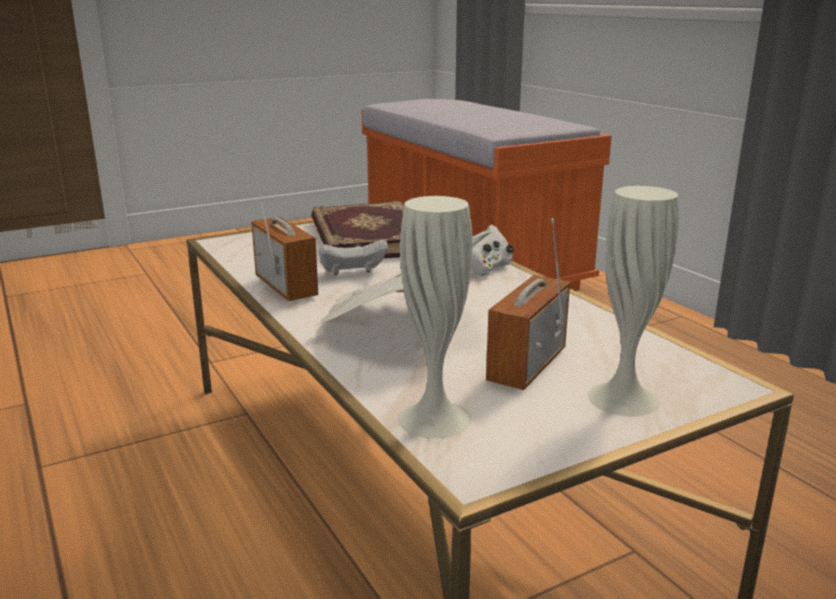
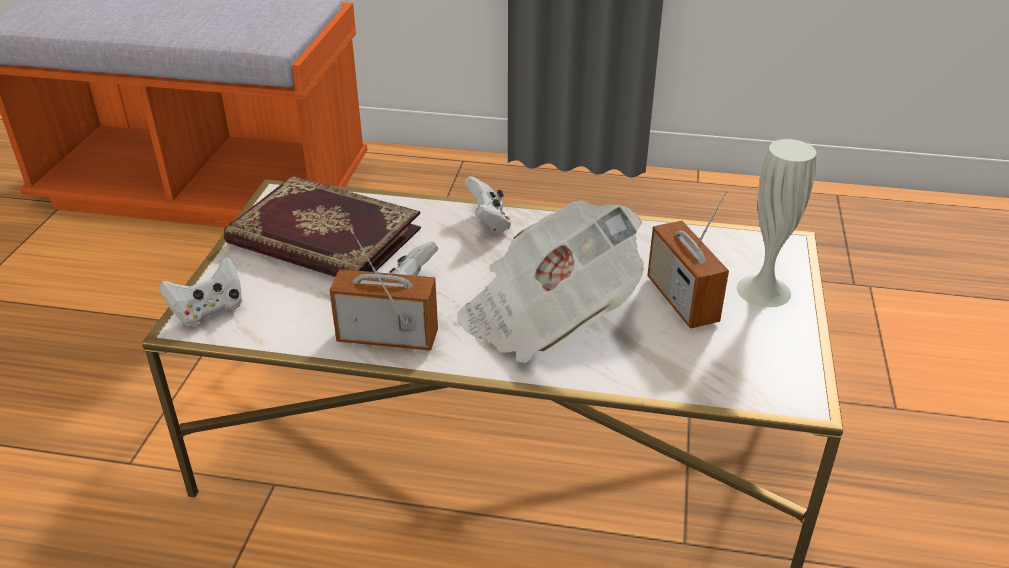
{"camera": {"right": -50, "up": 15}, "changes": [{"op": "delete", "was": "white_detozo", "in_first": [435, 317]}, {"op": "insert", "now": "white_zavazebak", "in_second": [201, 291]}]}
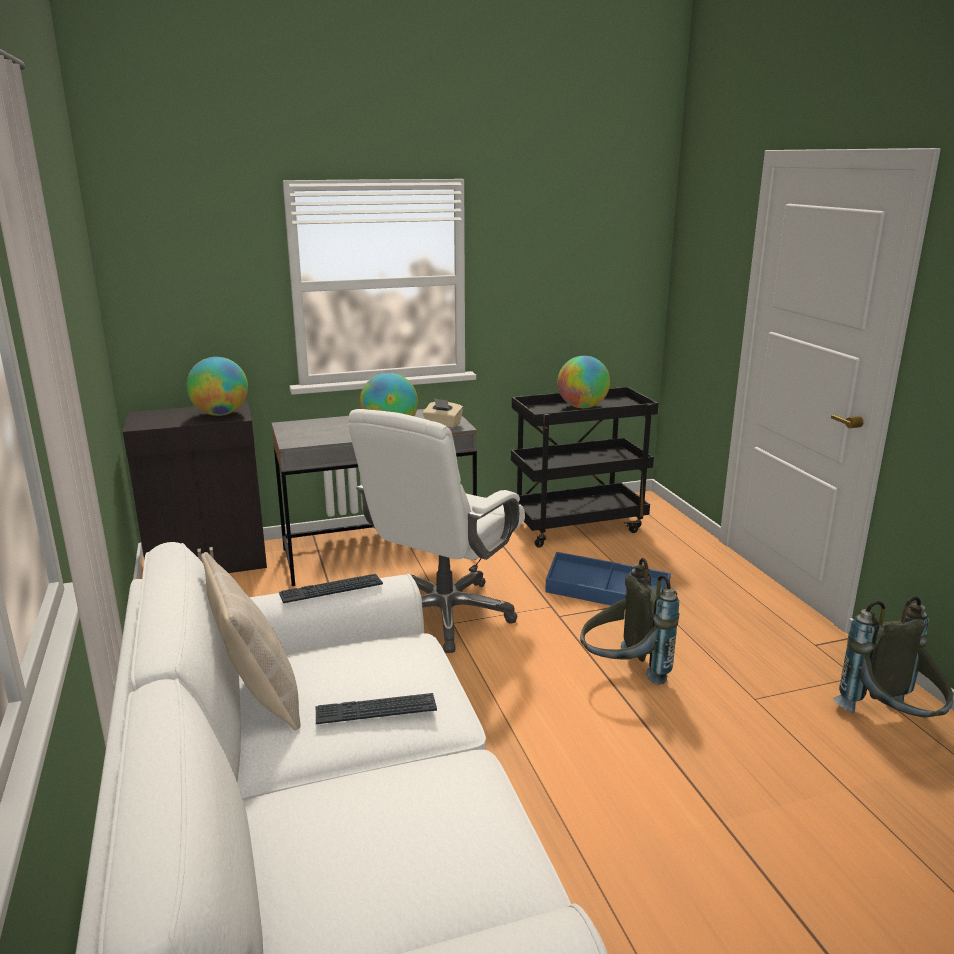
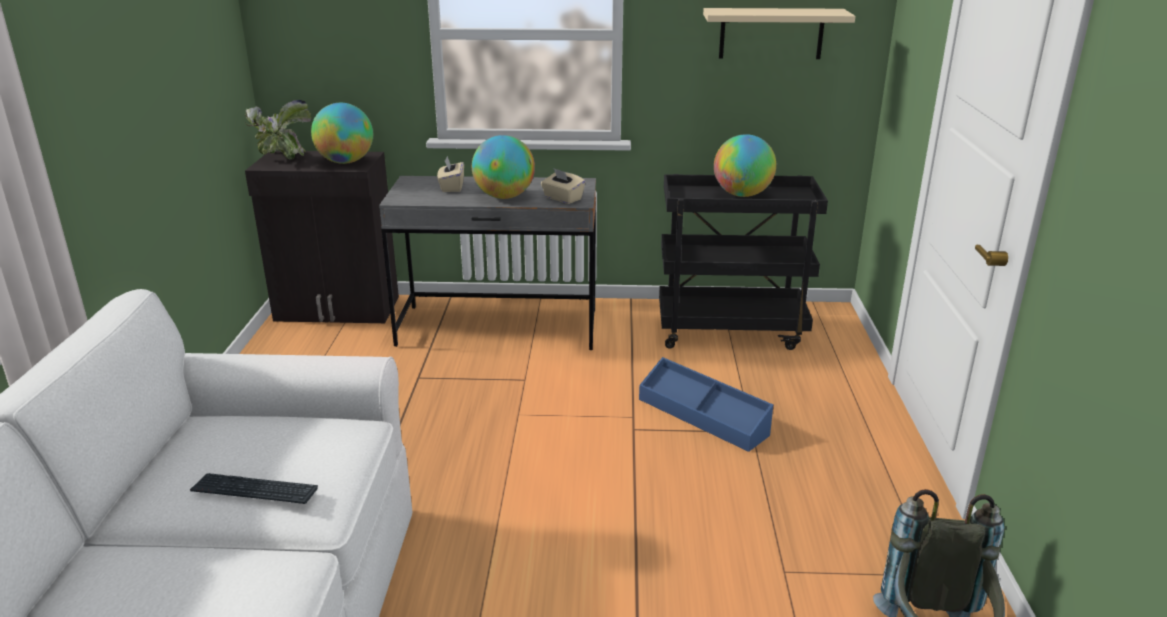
{"camera": {"right": 20, "up": 5}, "changes": [{"op": "delete", "was": "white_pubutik", "in_first": [436, 531]}, {"op": "delete", "was": "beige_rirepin", "in_first": [251, 641]}, {"op": "delete", "was": "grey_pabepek", "in_first": [629, 621]}, {"op": "delete", "was": "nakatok", "in_first": [331, 588]}, {"op": "insert", "now": "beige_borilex", "in_second": [779, 33]}, {"op": "insert", "now": "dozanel", "in_second": [278, 129]}, {"op": "insert", "now": "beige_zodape", "in_second": [450, 174]}]}
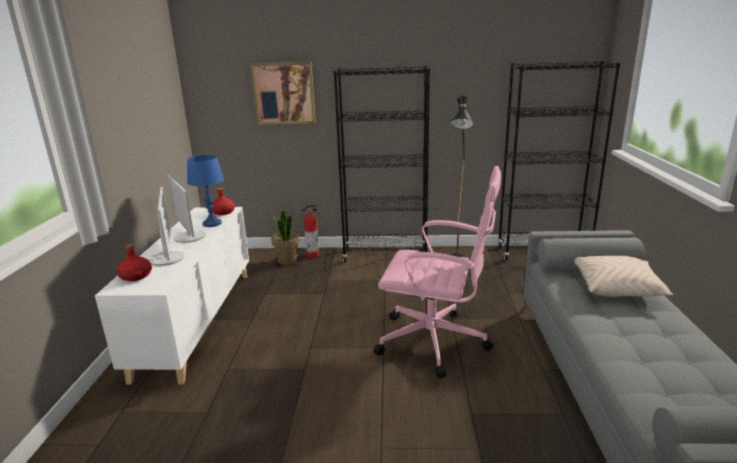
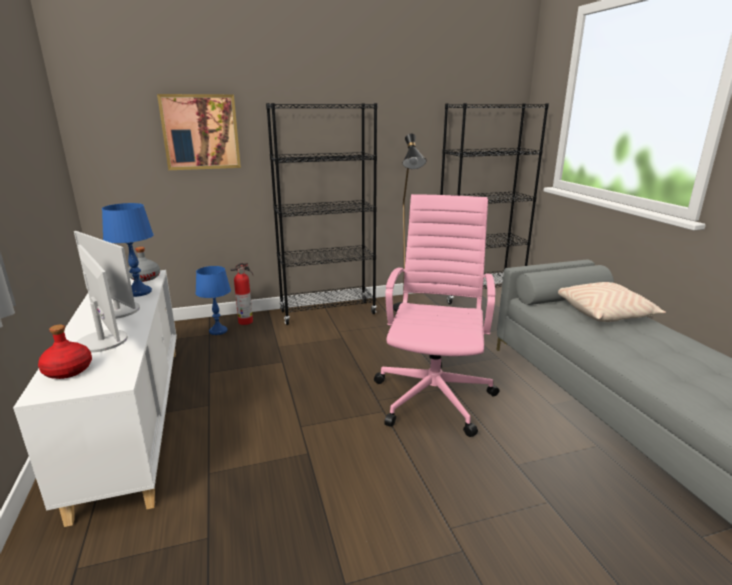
{"camera": {"right": -20, "up": 0}, "changes": [{"op": "rotate", "was": "pink_pubutik", "in_first": [437, 272], "in_second": [436, 315], "clockwise": -75}, {"op": "recolor", "was": "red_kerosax", "now": "grey_kerosax", "in_first": [223, 201], "in_second": [144, 264]}, {"op": "replace", "was": "dozanel", "now": "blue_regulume", "in_first": [286, 237], "in_second": [213, 300]}]}
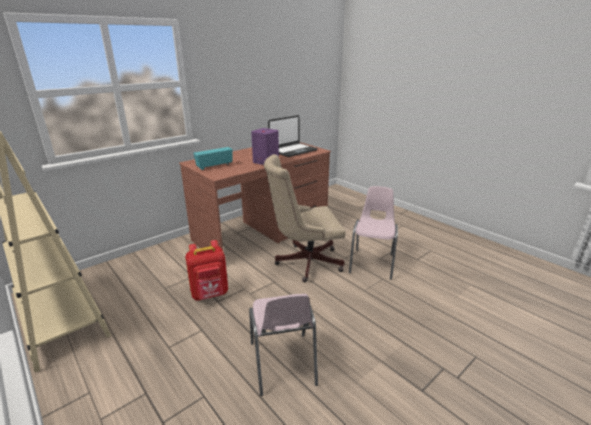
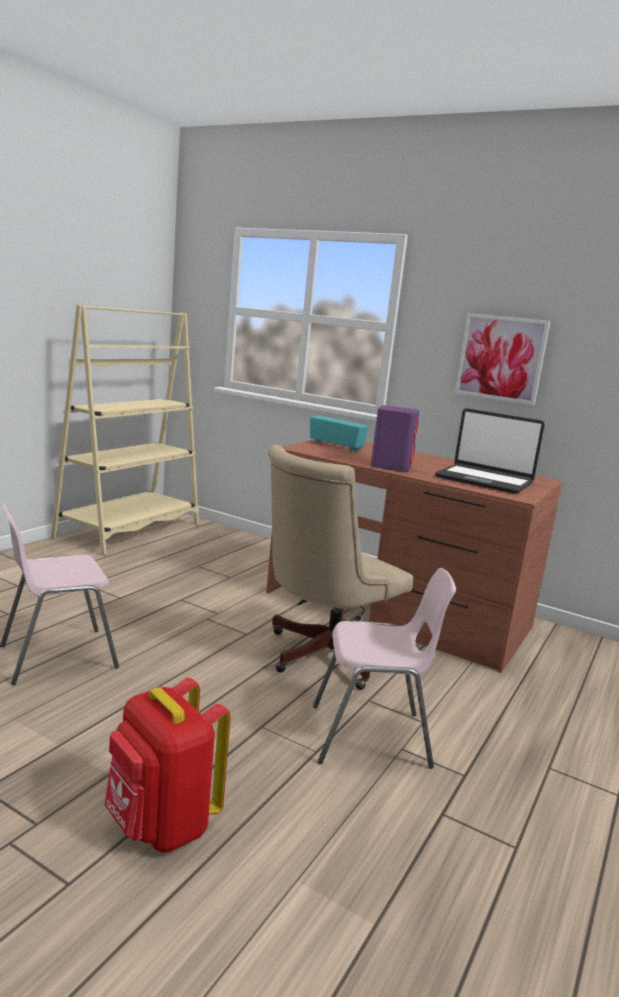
{"camera": {"right": 70, "up": -10}, "changes": [{"op": "rotate", "was": "beige_pubutik", "in_first": [304, 218], "in_second": [340, 567], "clockwise": -105}, {"op": "move", "was": "red_pabepek", "in_first": [206, 270], "in_second": [167, 765]}, {"op": "insert", "now": "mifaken", "in_second": [502, 359]}]}
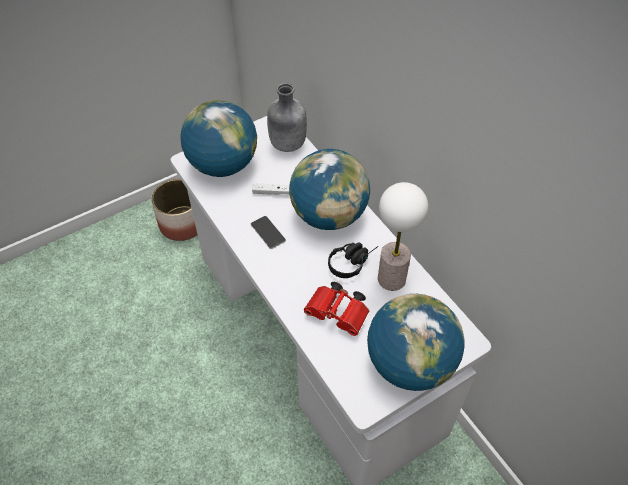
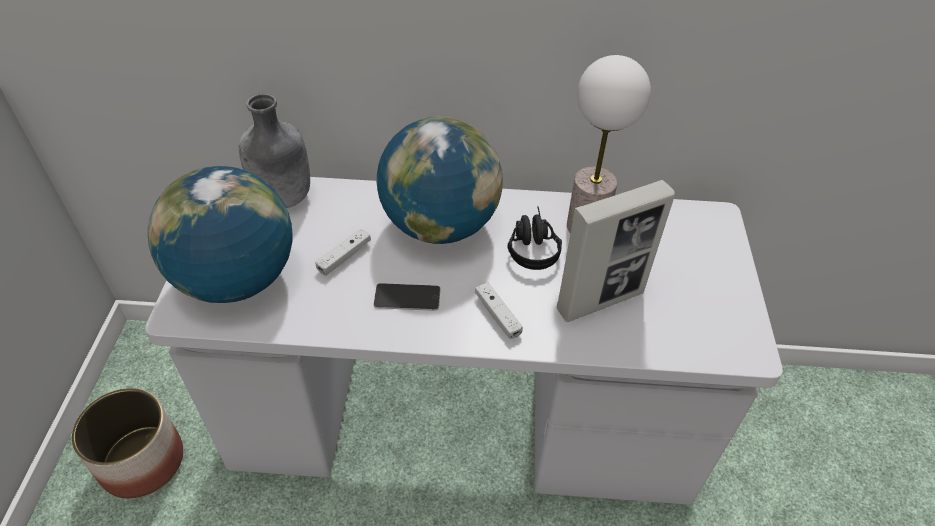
{"camera": {"right": -55, "up": -5}, "changes": [{"op": "replace", "was": "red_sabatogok", "now": "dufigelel", "in_first": [336, 309], "in_second": [616, 251]}, {"op": "delete", "was": "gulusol", "in_first": [416, 342]}, {"op": "insert", "now": "white_zavazebak", "in_second": [499, 310]}]}
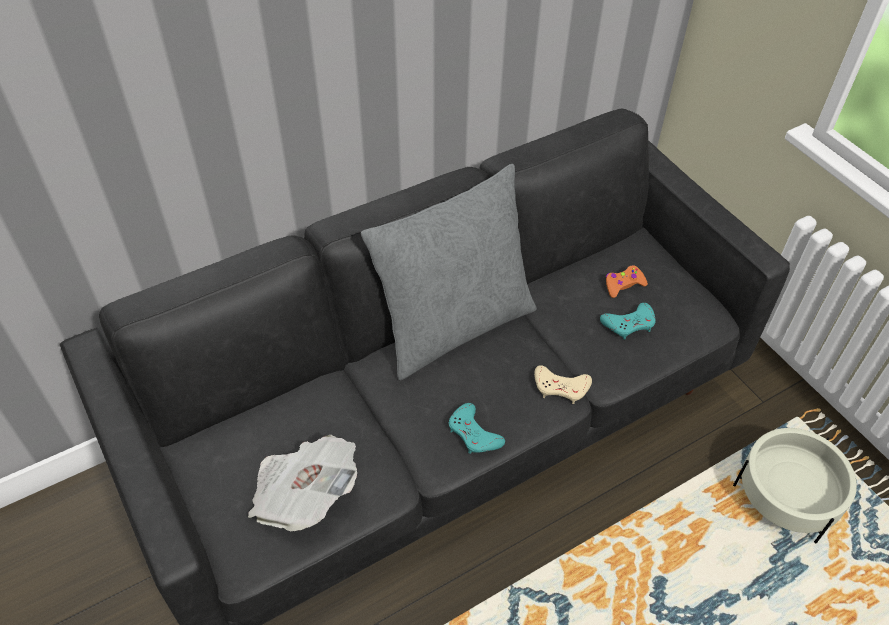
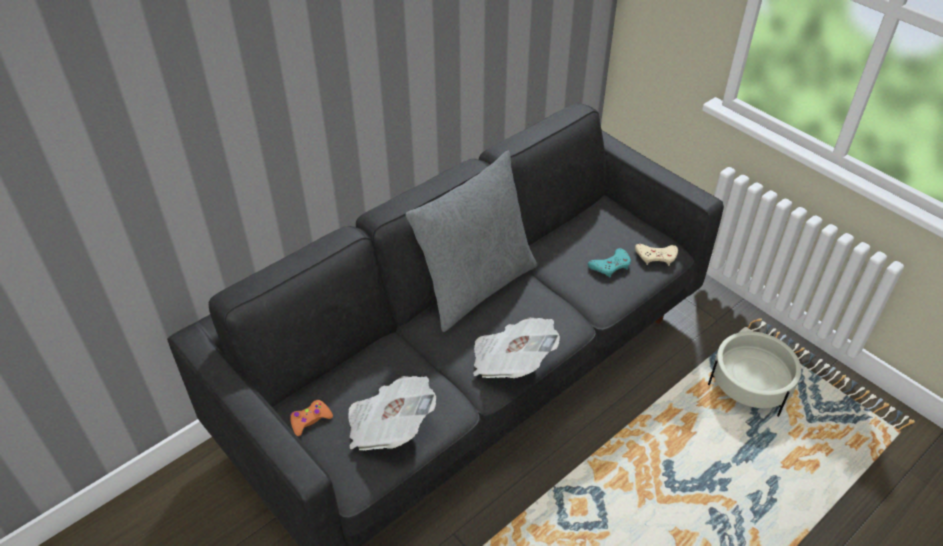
{"camera": {"right": -10, "up": -5}, "changes": [{"op": "move", "was": "orange_zavazebak", "in_first": [627, 281], "in_second": [311, 418]}, {"op": "move", "was": "beige_zavazebak", "in_first": [563, 384], "in_second": [656, 255]}, {"op": "replace", "was": "turquoise_zavazebak", "now": "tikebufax", "in_first": [477, 428], "in_second": [516, 348]}]}
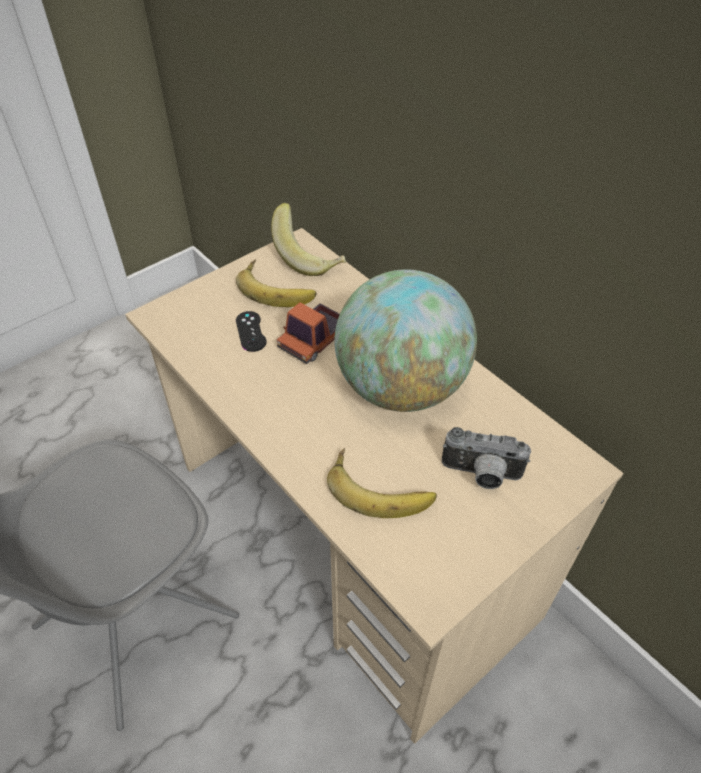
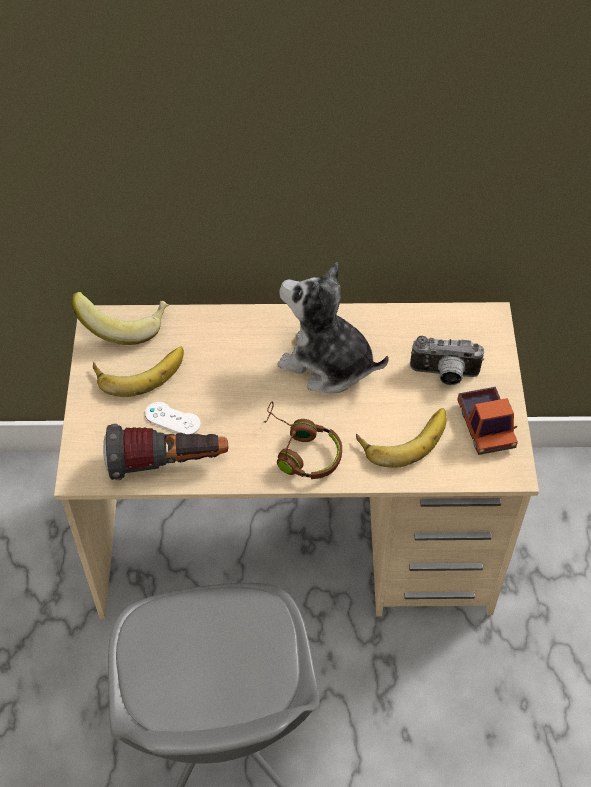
{"camera": {"right": -50, "up": 5}, "changes": [{"op": "replace", "was": "gulusol", "now": "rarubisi", "in_first": [406, 340], "in_second": [333, 328]}, {"op": "move", "was": "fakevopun", "in_first": [308, 333], "in_second": [487, 421]}, {"op": "recolor", "was": "black_zavazebak", "now": "white_zavazebak", "in_first": [251, 331], "in_second": [173, 418]}, {"op": "rotate", "was": "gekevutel", "in_first": [486, 458], "in_second": [447, 360], "clockwise": 45}, {"op": "insert", "now": "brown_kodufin", "in_second": [302, 440]}, {"op": "insert", "now": "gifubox", "in_second": [165, 452]}]}
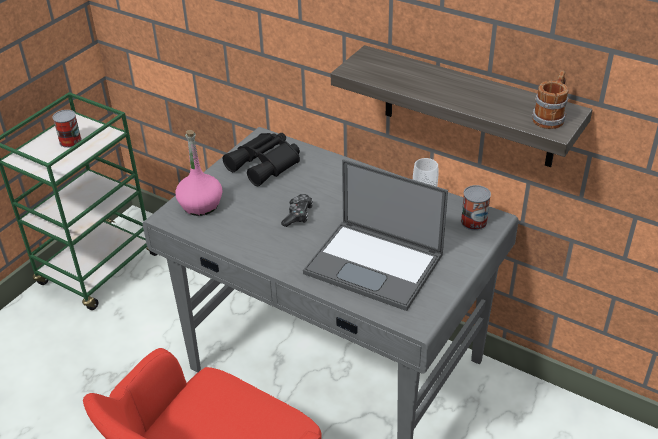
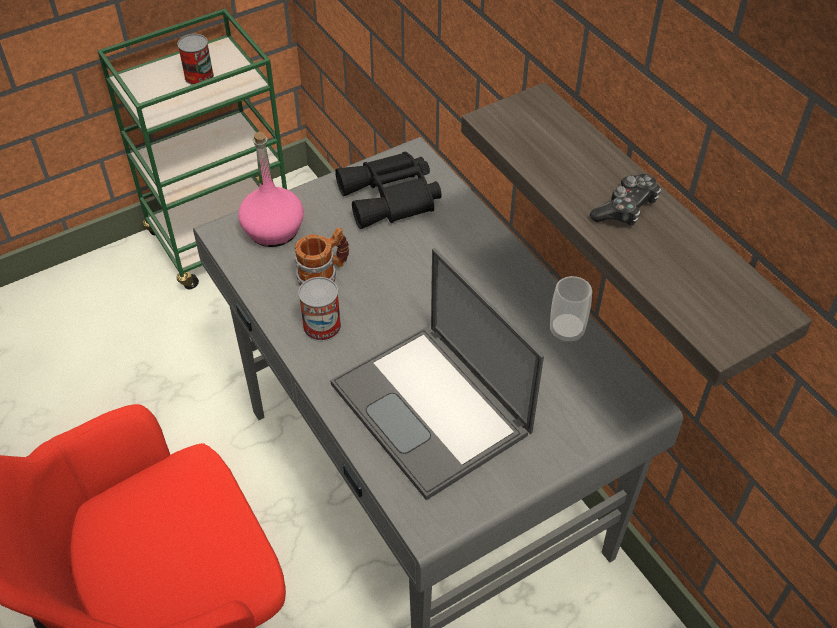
{"camera": {"right": 25, "up": 10}, "changes": [{"op": "move", "was": "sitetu", "in_first": [550, 99], "in_second": [322, 256]}, {"op": "move", "was": "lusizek", "in_first": [476, 208], "in_second": [319, 309]}, {"op": "move", "was": "zavazebak", "in_first": [297, 210], "in_second": [625, 200]}]}
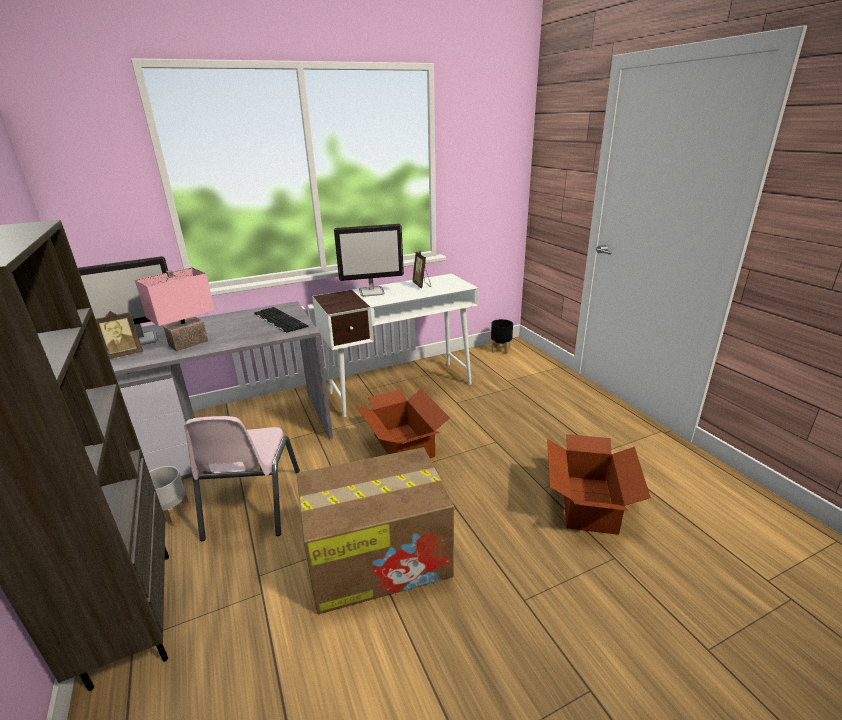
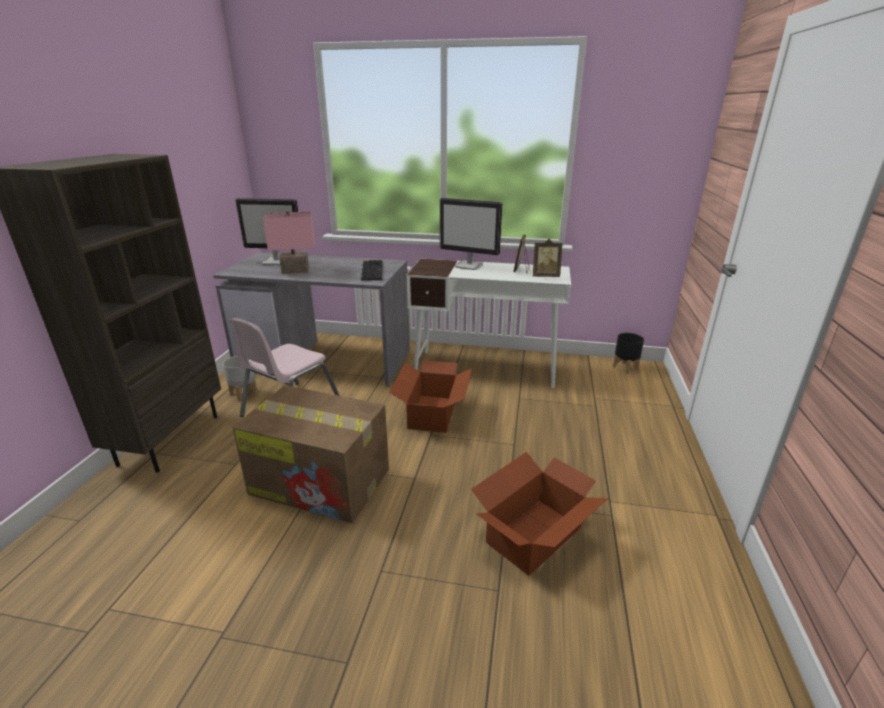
{"camera": {"right": 35, "up": 0}, "changes": [{"op": "move", "was": "dufigelel", "in_first": [119, 335], "in_second": [548, 258]}]}
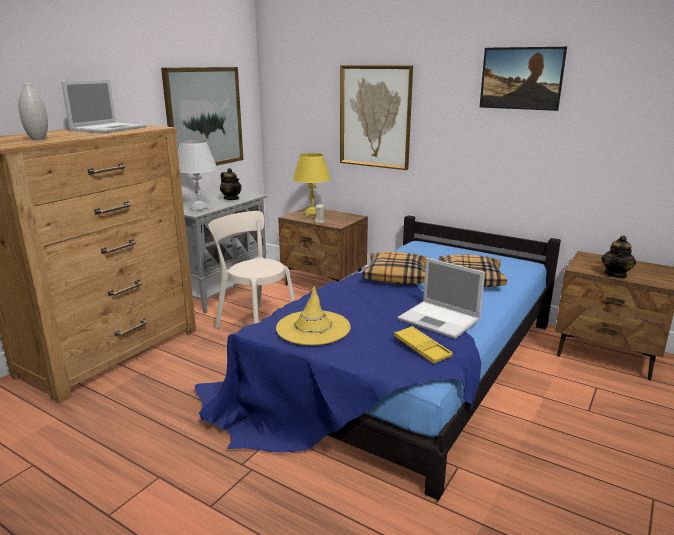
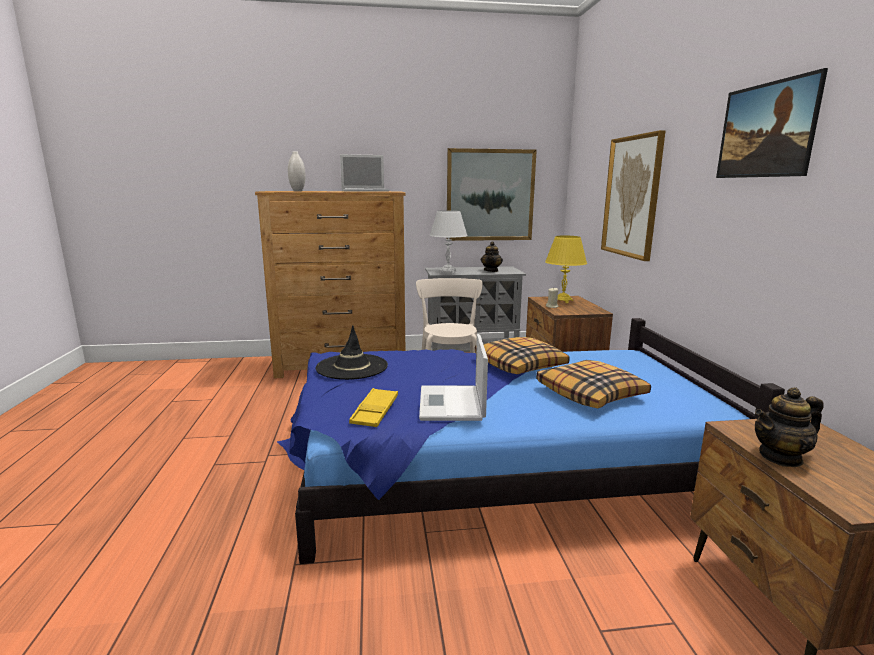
{"camera": {"right": 50, "up": -5}, "changes": [{"op": "recolor", "was": "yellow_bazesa", "now": "black_bazesa", "in_first": [313, 315], "in_second": [352, 352]}]}
